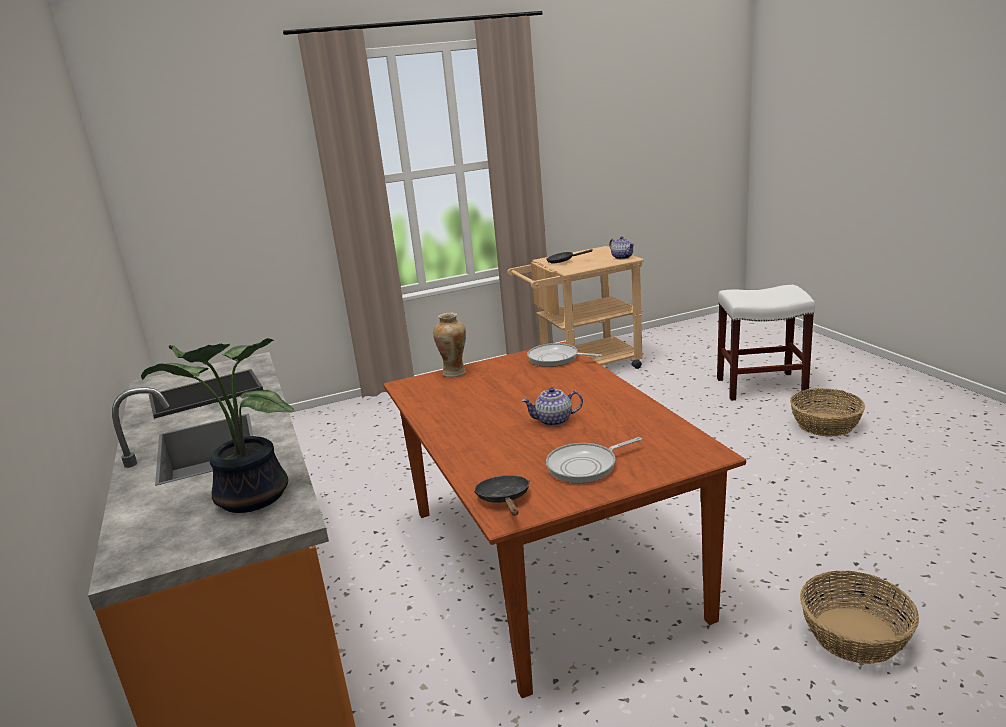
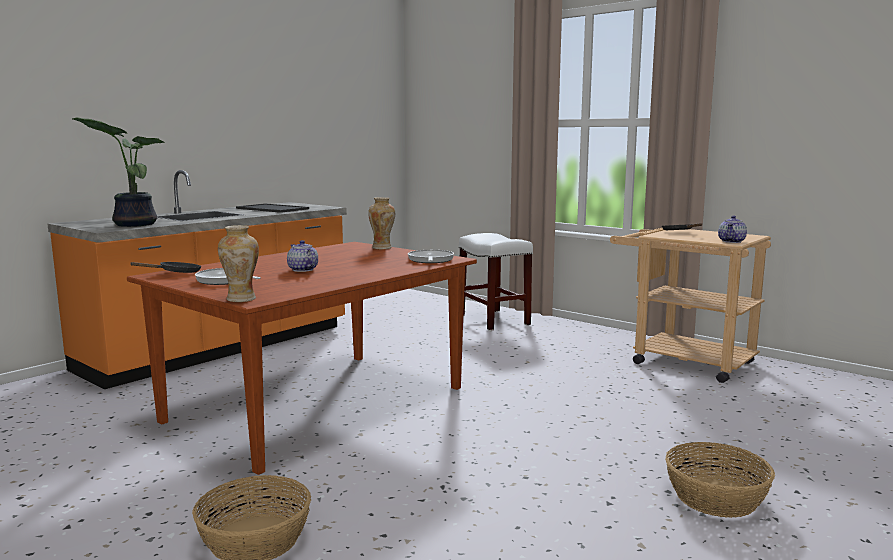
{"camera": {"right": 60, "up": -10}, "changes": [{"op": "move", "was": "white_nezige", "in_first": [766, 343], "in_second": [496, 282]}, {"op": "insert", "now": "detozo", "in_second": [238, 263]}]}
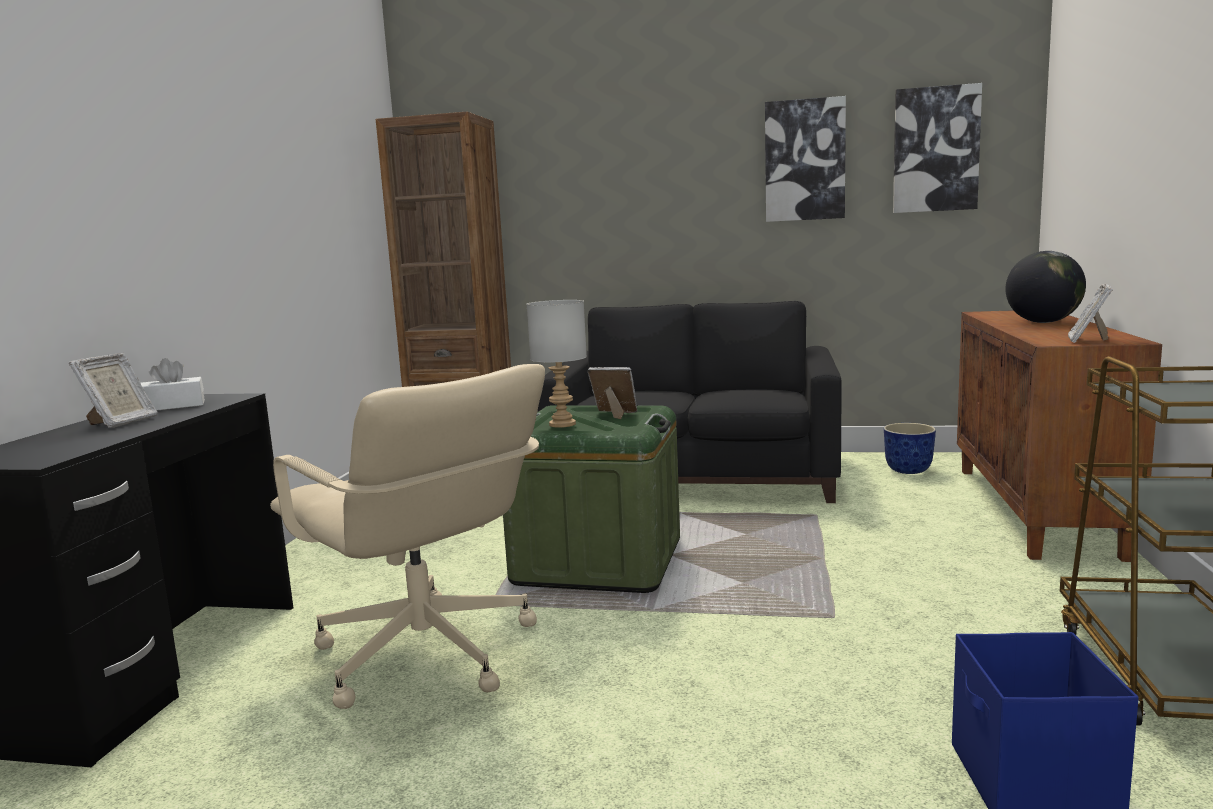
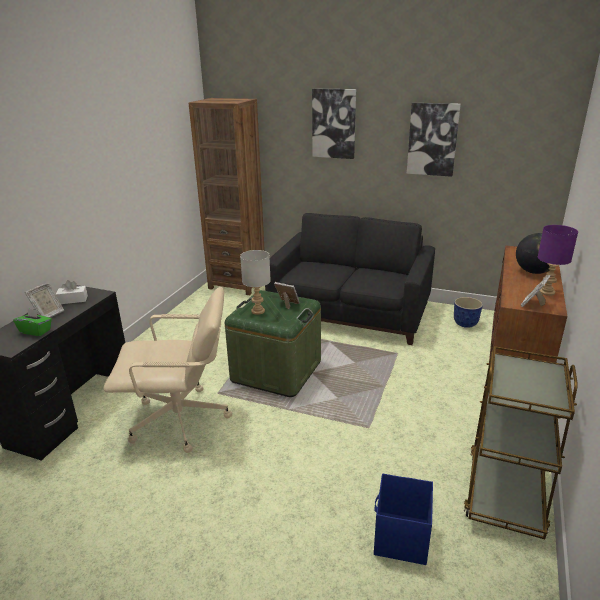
{"camera": {"right": 10, "up": 15}, "changes": [{"op": "move", "was": "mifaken", "in_first": [937, 148], "in_second": [334, 123]}, {"op": "rotate", "was": "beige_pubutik", "in_first": [407, 536], "in_second": [168, 370], "clockwise": -60}, {"op": "insert", "now": "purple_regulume", "in_second": [558, 260]}, {"op": "insert", "now": "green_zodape", "in_second": [32, 322]}]}
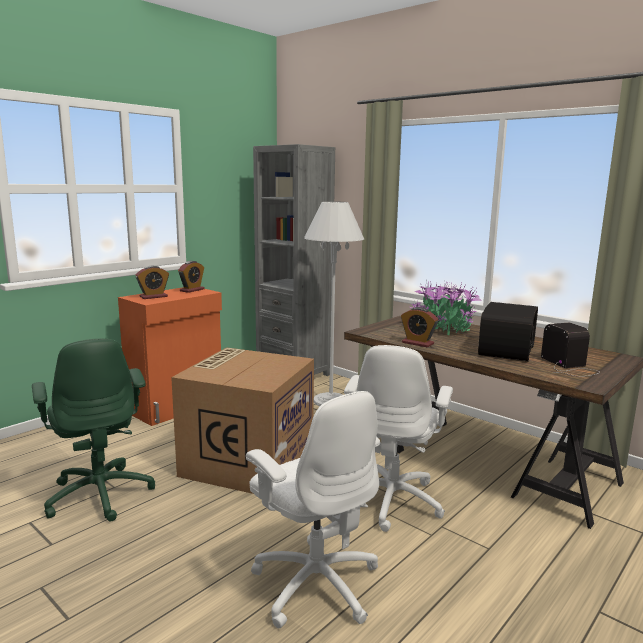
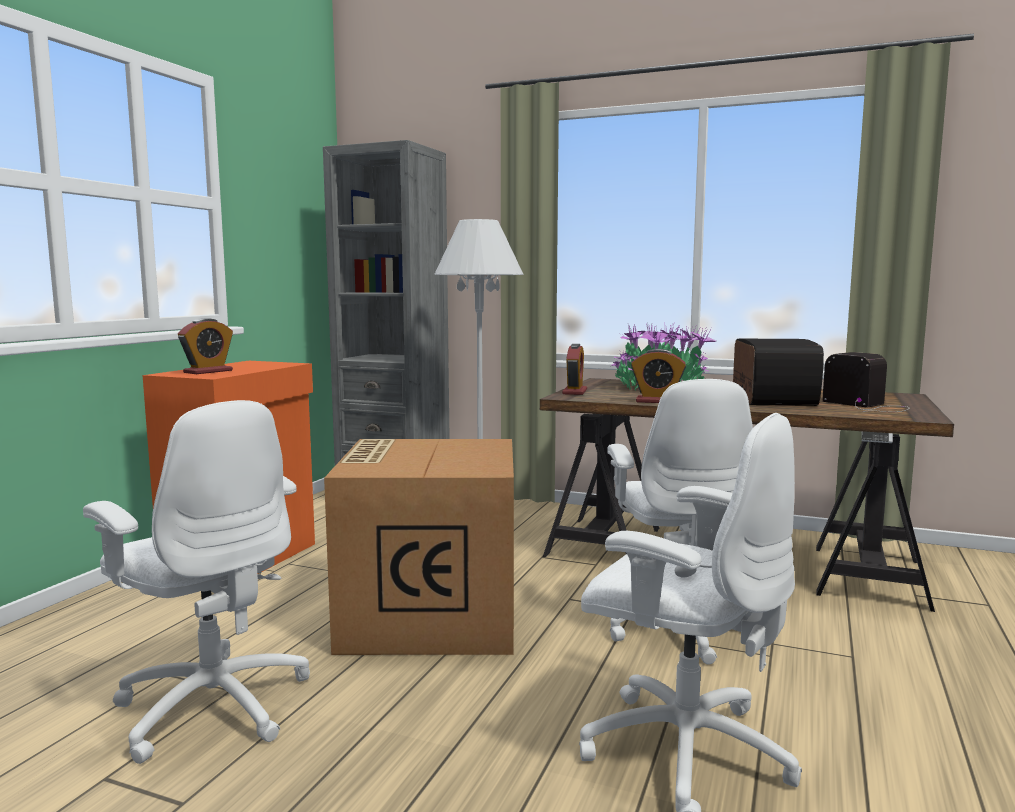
{"camera": {"right": -20, "up": -5}, "changes": [{"op": "move", "was": "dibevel", "in_first": [191, 277], "in_second": [574, 369]}, {"op": "recolor", "was": "green_pubutik", "now": "white_pubutik", "in_first": [93, 429], "in_second": [196, 582]}]}
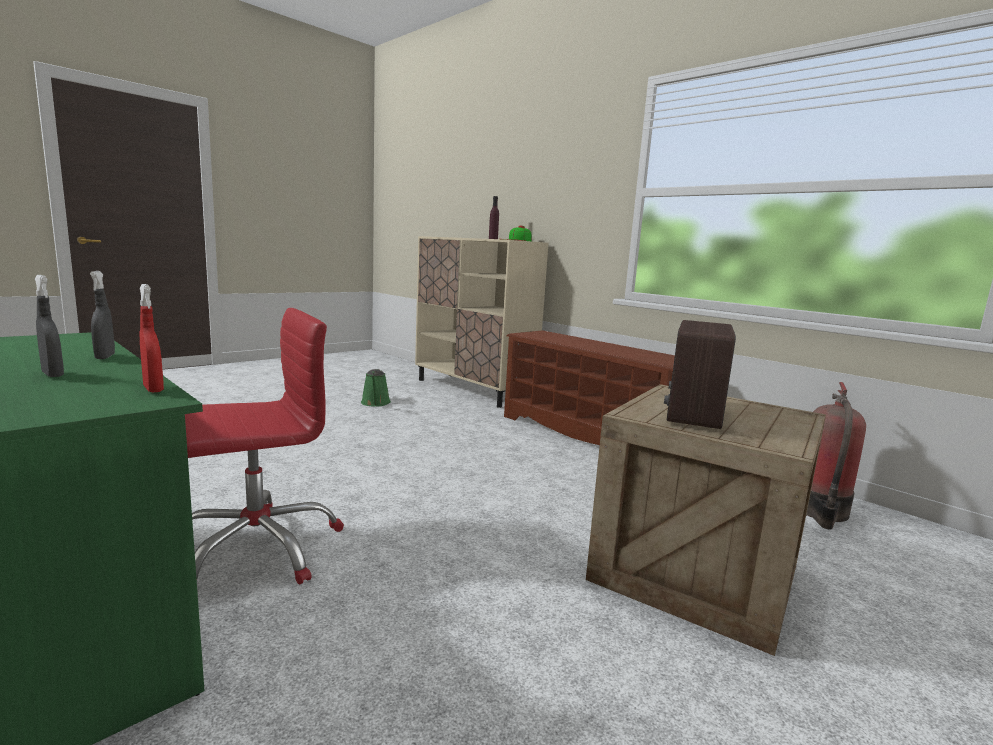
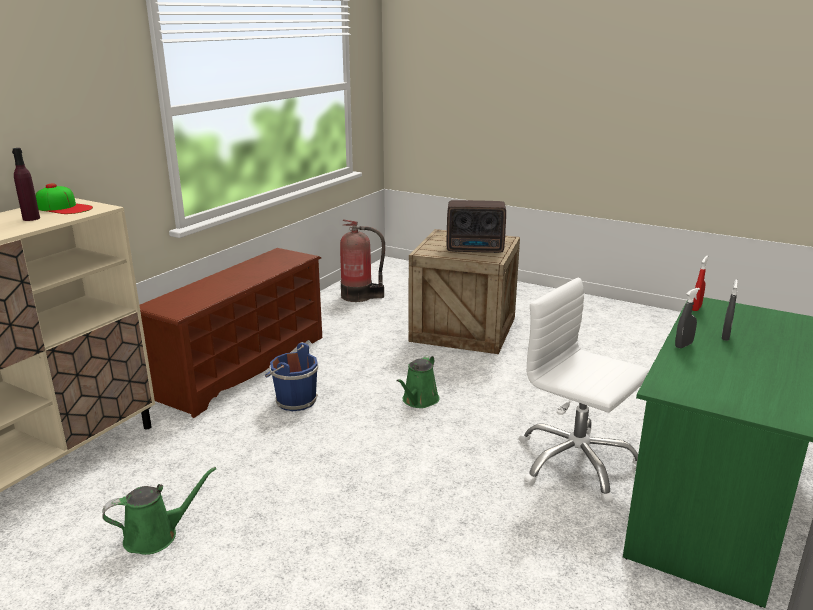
{"camera": {"right": -105, "up": 10}, "changes": [{"op": "recolor", "was": "red_pubutik", "now": "white_pubutik", "in_first": [264, 446], "in_second": [584, 390]}, {"op": "insert", "now": "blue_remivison", "in_second": [291, 377]}, {"op": "insert", "now": "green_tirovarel", "in_second": [417, 381]}]}
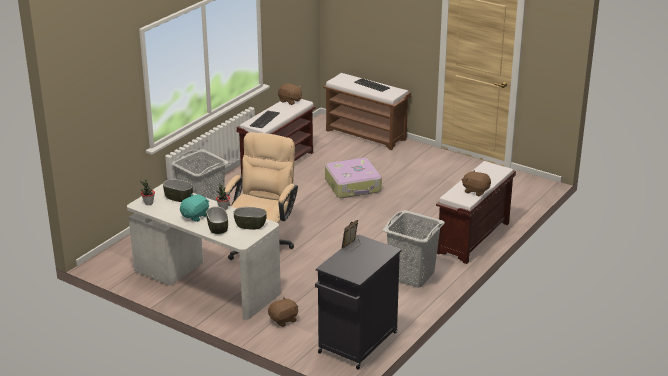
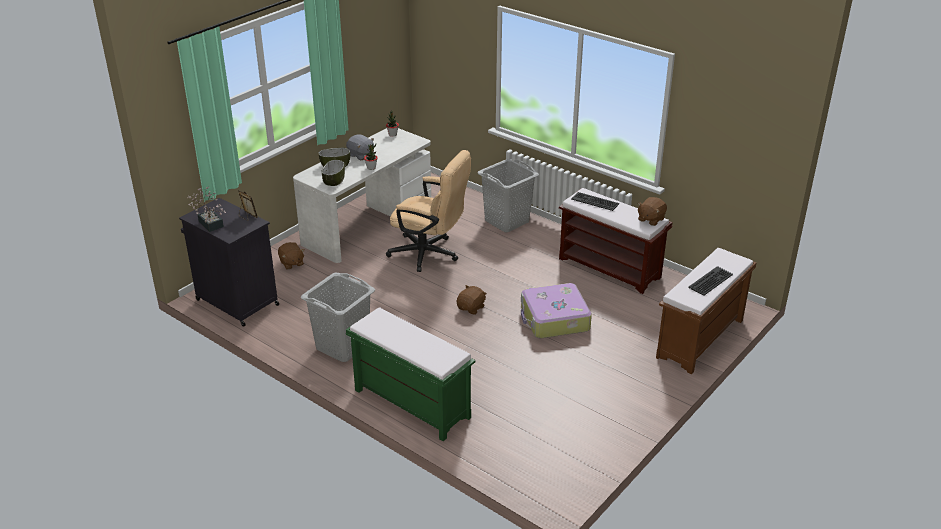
{"camera": {"right": 95, "up": 5}, "changes": [{"op": "recolor", "was": "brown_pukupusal", "now": "green_pukupusal", "in_first": [476, 212], "in_second": [410, 374]}, {"op": "move", "was": "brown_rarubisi", "in_first": [476, 183], "in_second": [472, 300]}, {"op": "delete", "was": "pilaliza", "in_first": [178, 190]}, {"op": "recolor", "was": "turquoise_rarubisi", "now": "grey_rarubisi", "in_first": [194, 208], "in_second": [360, 147]}, {"op": "insert", "now": "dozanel", "in_second": [206, 209]}]}
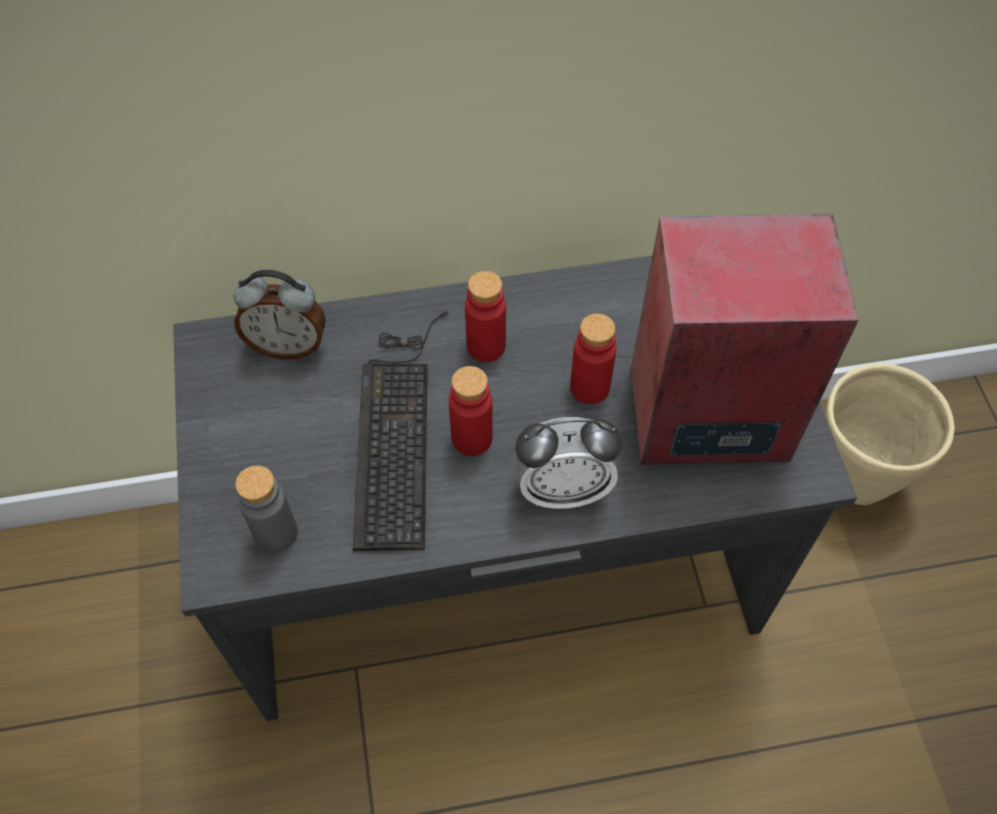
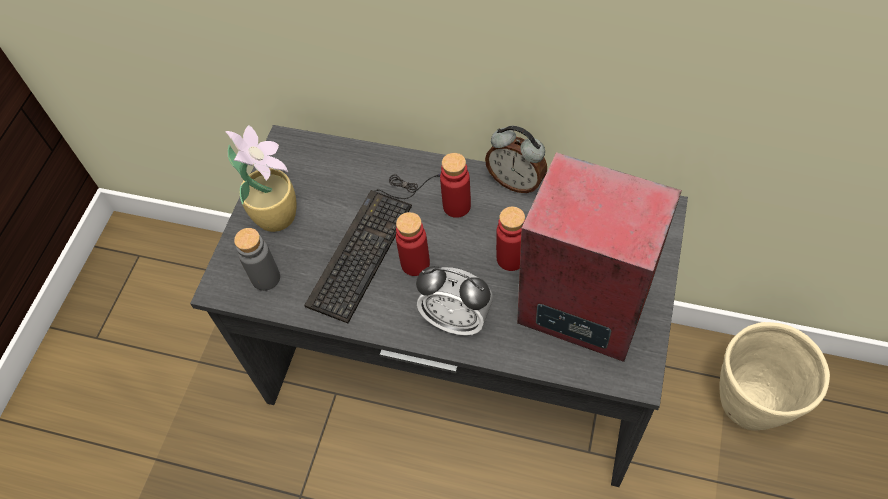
{"camera": {"right": 30, "up": 0}, "changes": [{"op": "move", "was": "dibevel", "in_first": [279, 314], "in_second": [516, 159]}, {"op": "insert", "now": "dozanel", "in_second": [260, 178]}]}
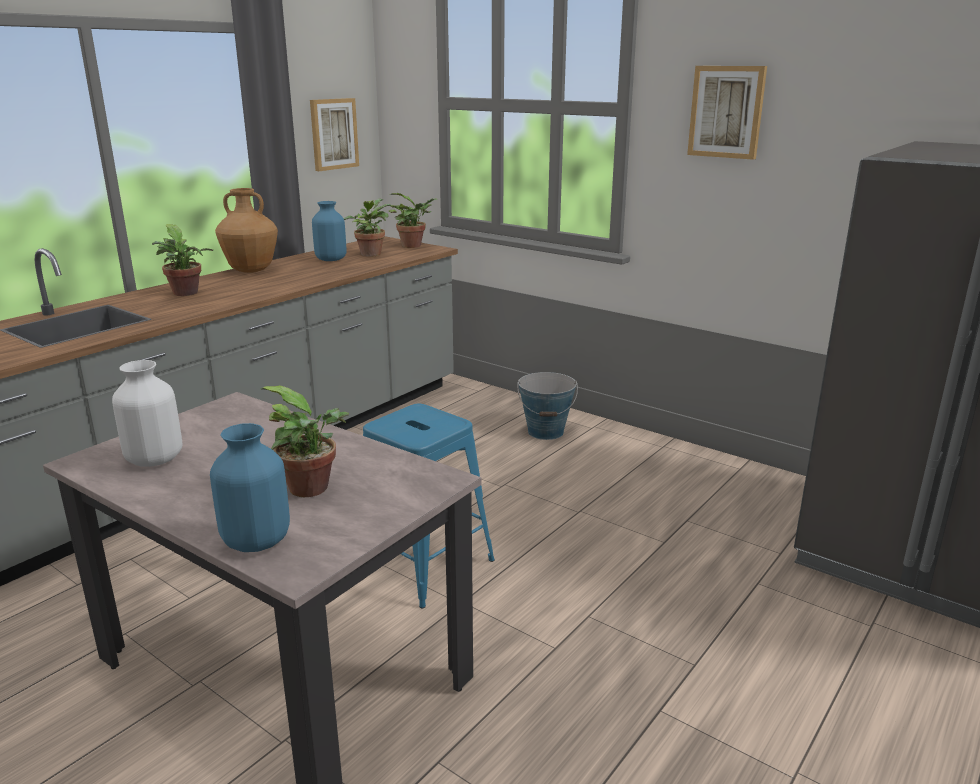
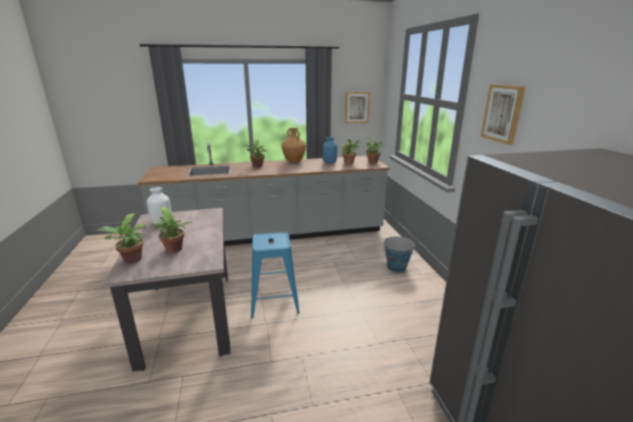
{"camera": {"right": 40, "up": 0}, "changes": [{"op": "replace", "was": "blue_detozo", "now": "dozanel", "in_first": [250, 487], "in_second": [121, 238]}]}
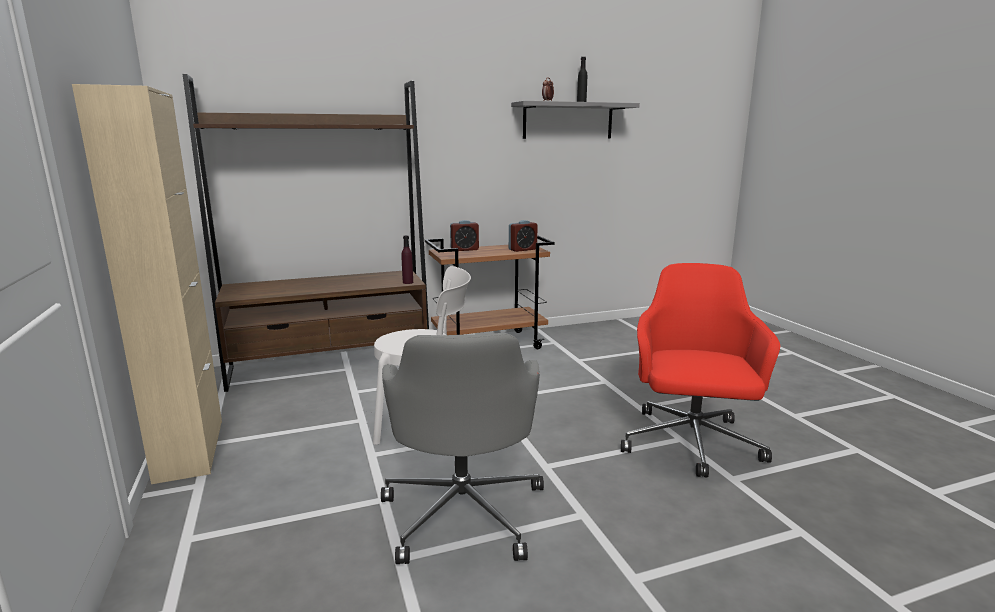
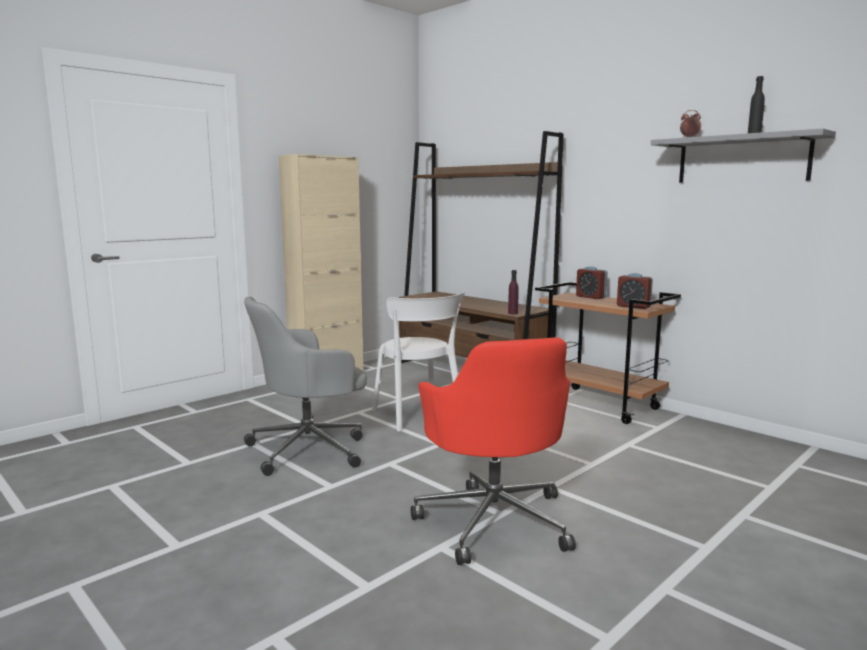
{"camera": {"right": 65, "up": -5}, "changes": [{"op": "rotate", "was": "red_pubutik", "in_first": [700, 370], "in_second": [493, 451], "clockwise": 90}]}
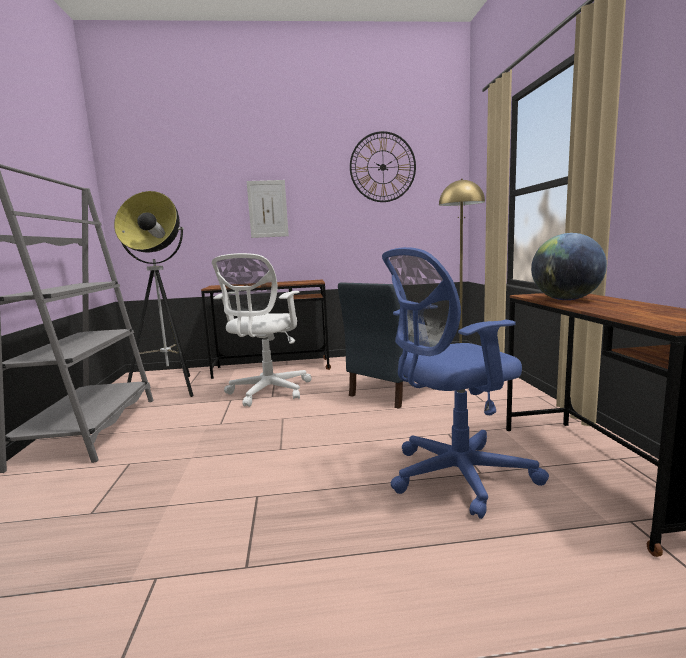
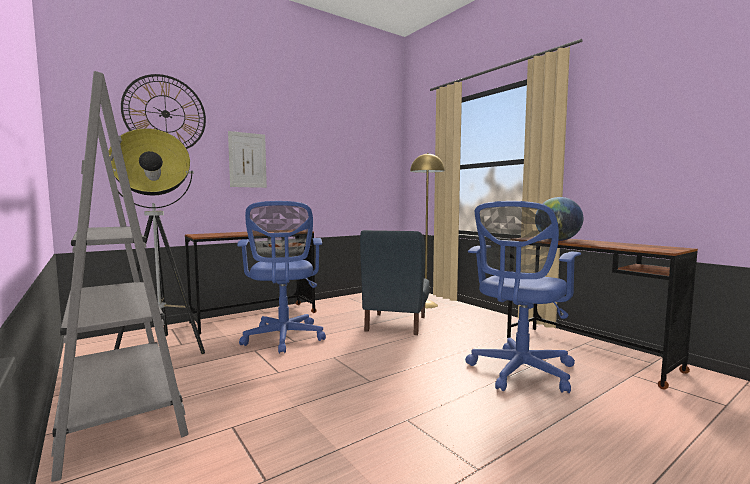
{"camera": {"right": -30, "up": -5}, "changes": [{"op": "move", "was": "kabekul", "in_first": [383, 166], "in_second": [163, 111]}, {"op": "recolor", "was": "white_pubutik", "now": "blue_pubutik", "in_first": [262, 330], "in_second": [281, 277]}]}
